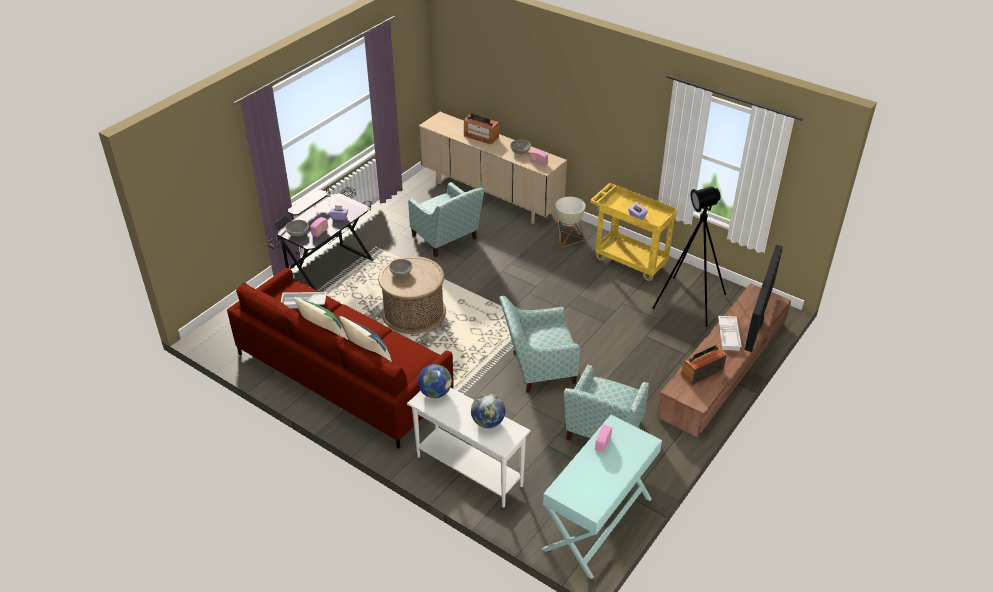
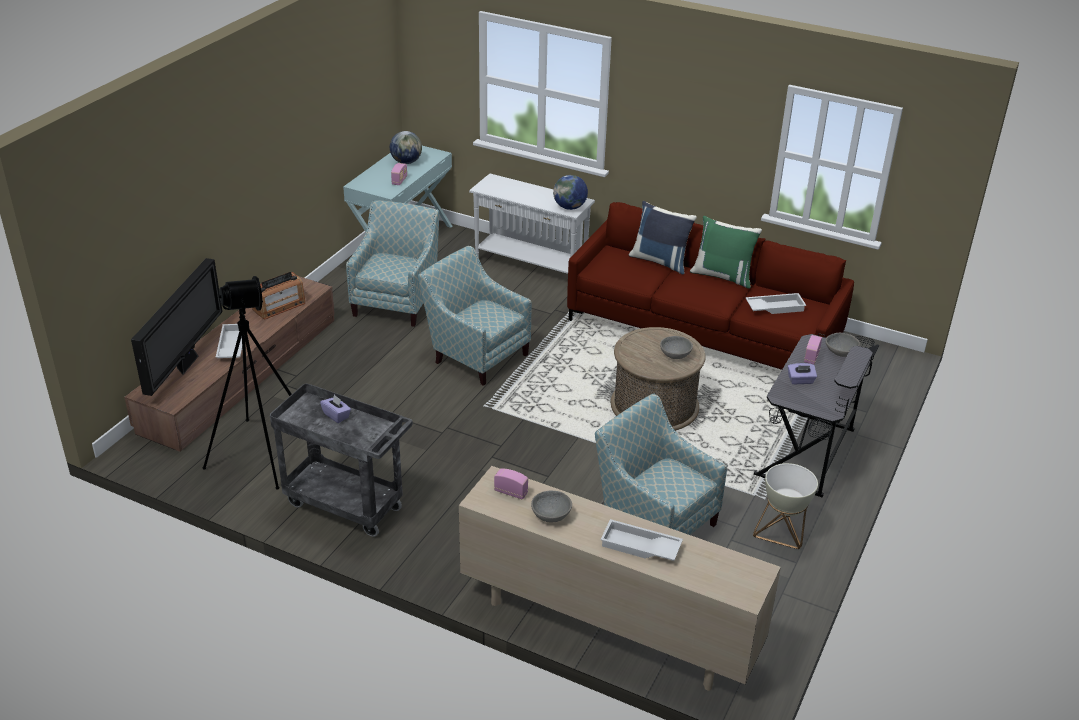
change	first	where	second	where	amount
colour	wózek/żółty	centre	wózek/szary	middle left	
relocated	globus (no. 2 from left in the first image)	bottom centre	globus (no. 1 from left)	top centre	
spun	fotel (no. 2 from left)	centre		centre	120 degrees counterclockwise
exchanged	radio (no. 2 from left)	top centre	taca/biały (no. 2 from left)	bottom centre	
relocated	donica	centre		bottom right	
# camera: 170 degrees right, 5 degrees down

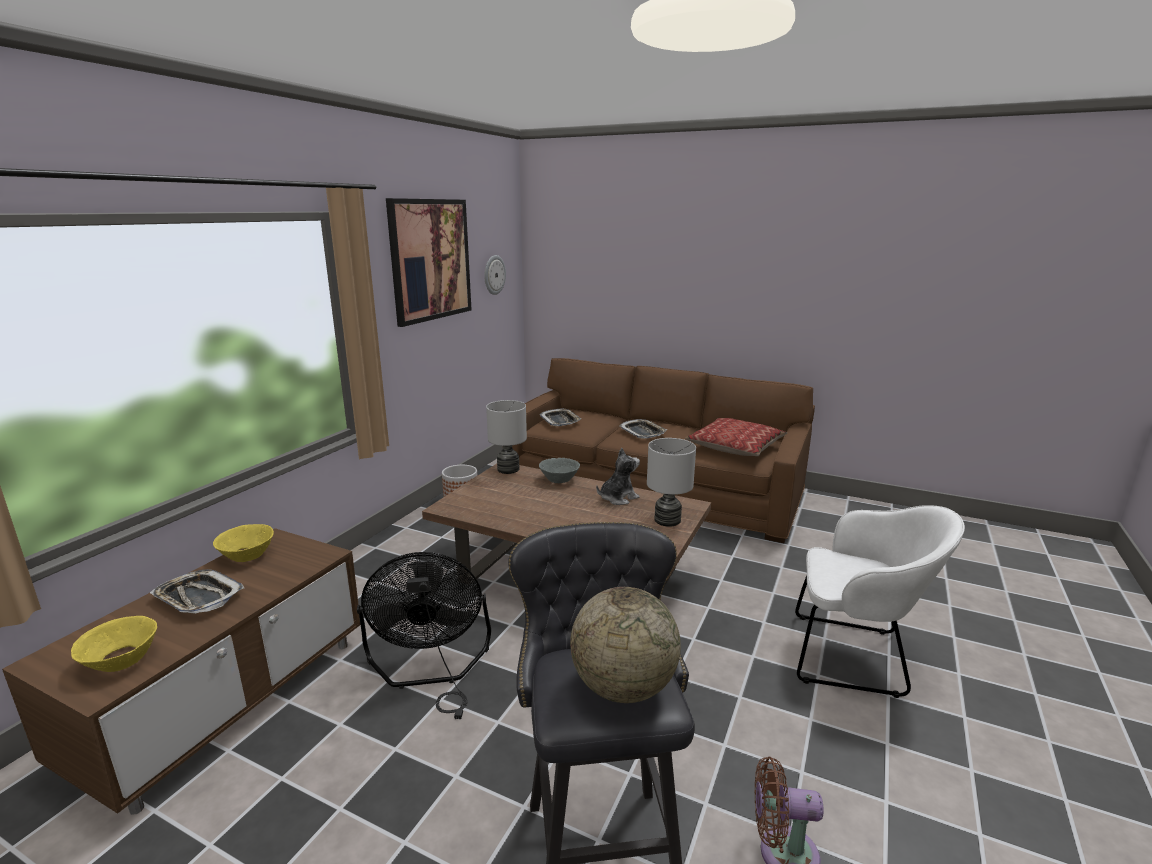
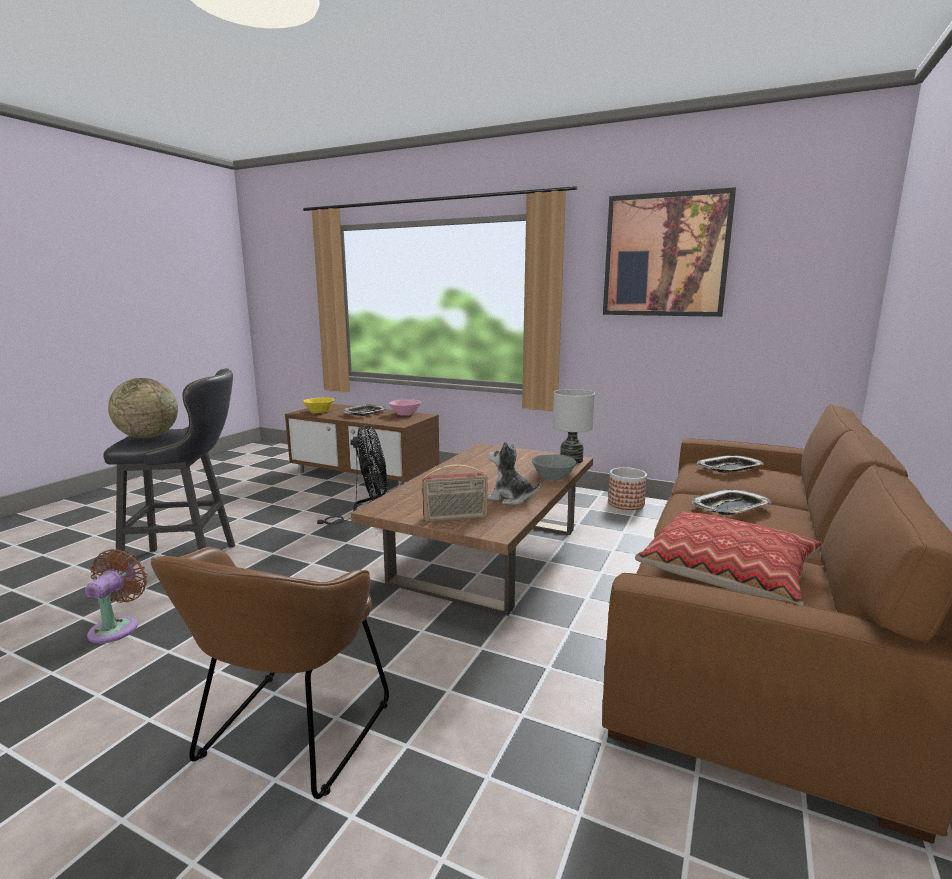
change	first	where	second	where	amount
colour	fotel/biały	bottom right	fotel/brązowy	bottom left	
colour	miska/żółty (no. 2 from left)	middle left	miska/różowy	centre	
exchanged	lampa stołowa/szary (no. 2 from left)	centre	radio	centre	
spun	pluszak	centre		centre	150 degrees clockwise
missing	zegar ścienny	top centre			
# camera: 90 degrees right, 5 degrees down

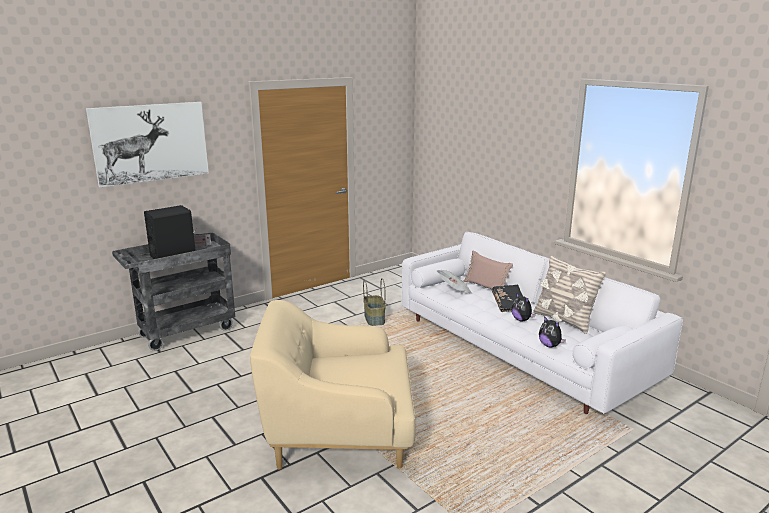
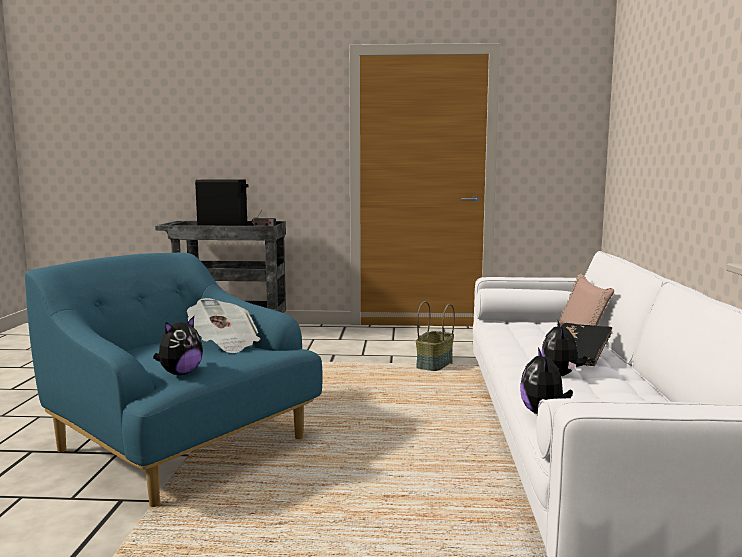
change	first	where	second	where	amount
colour	fotel/beżowy	bottom centre	fotel/niebieski	bottom left	
appeared			pluszak (no. 1 from left)	middle left	
relocated	gazeta	centre		middle left	
missing	obraz	top left			
missing	poduszka/beżowy (no. 2 from left)	middle right			
# camera: 40 degrees right, 10 degrees down

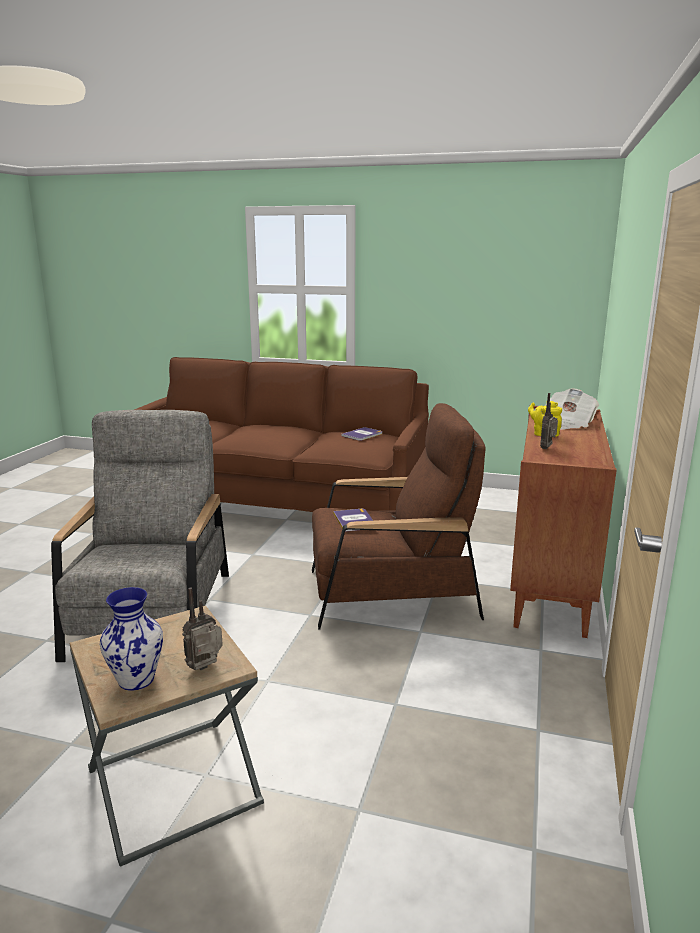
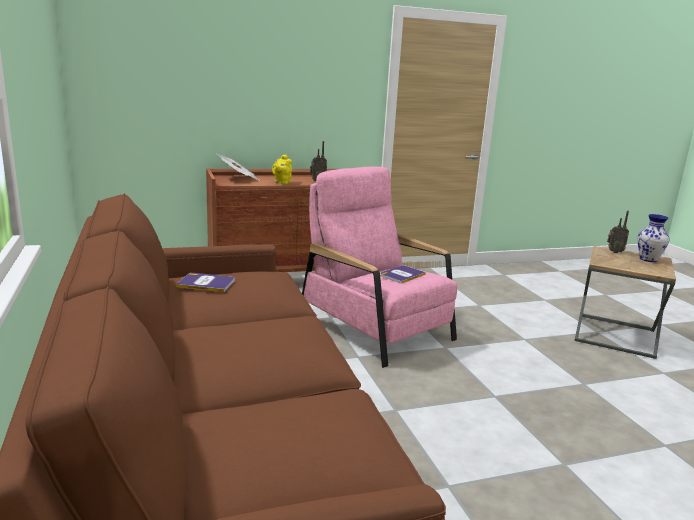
change	first	where	second	where	amount
colour	fotel/brązowy	centre	fotel/różowy	centre	
missing	fotel/szary	middle left			
# camera: 125 degrees left, 0 degrees up

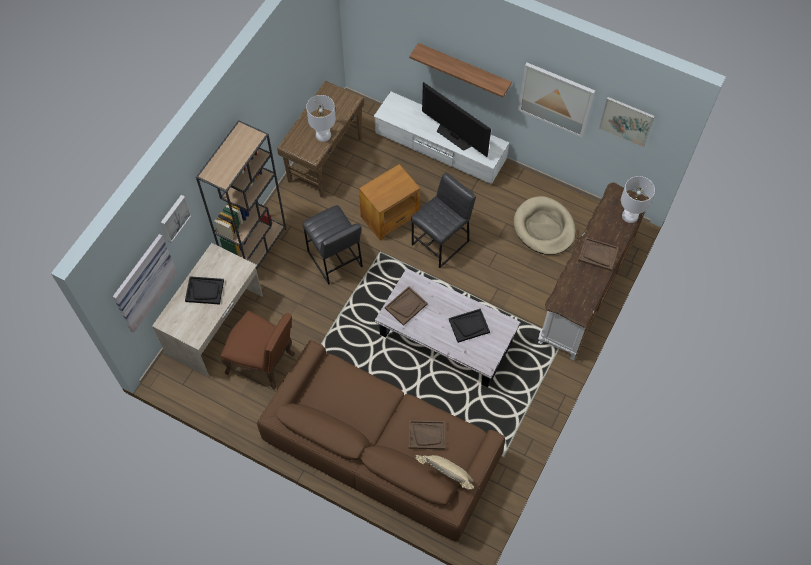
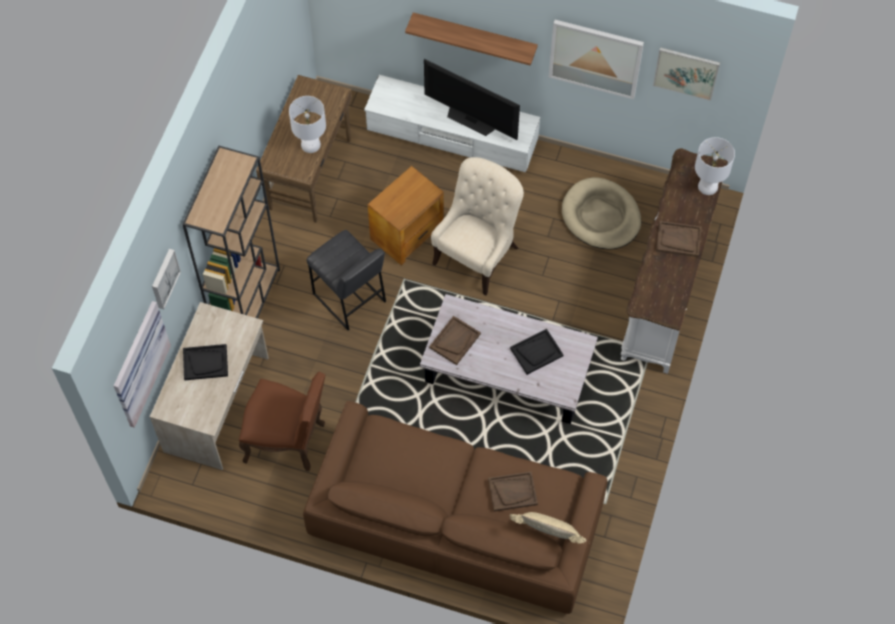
change	first	where	second	where	amount
exchanged	stołek/szary (no. 2 from left)	centre	fotel/beżowy	centre	
# camera: 10 degrees left, 0 degrees up

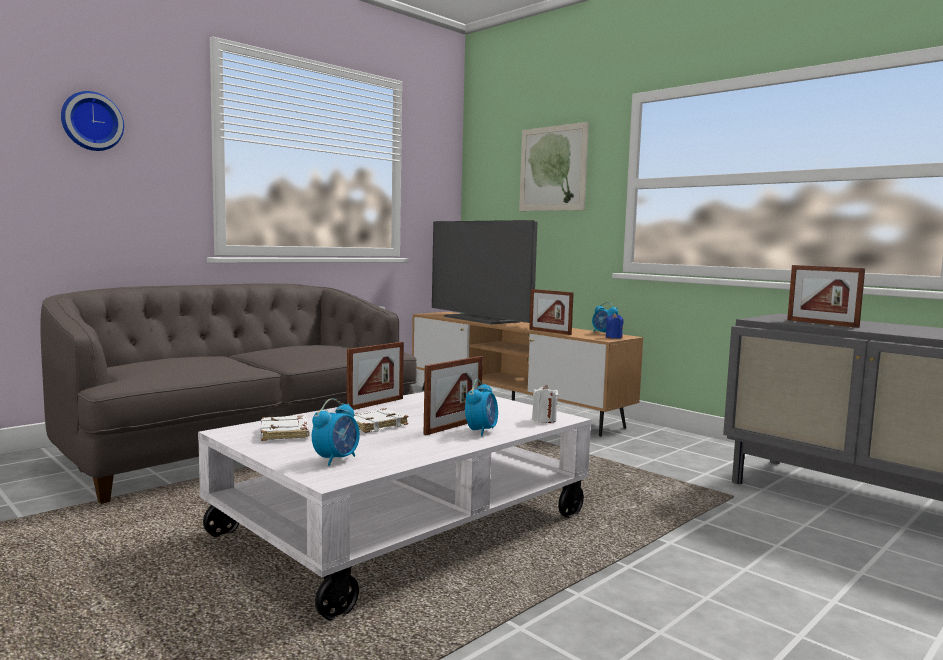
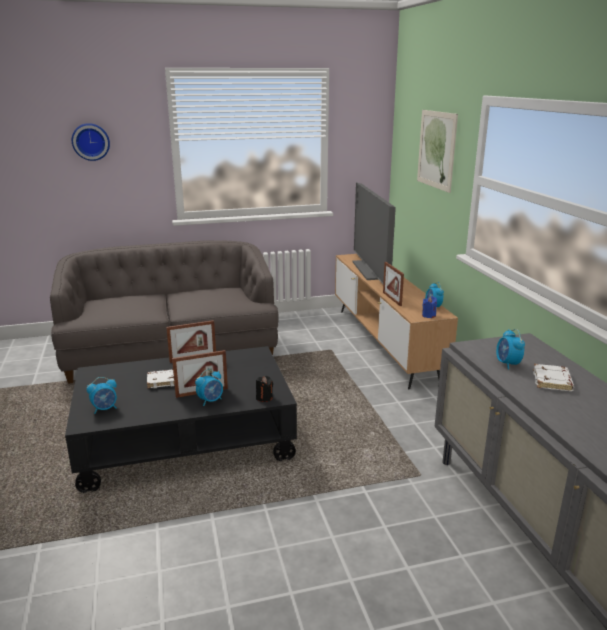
change	first	where	second	where	amount
colour	ława/biały	bottom centre	ława/czarny	middle left	
colour	świeca/biały	centre	świeca/czarny	centre	
exchanged	ramka na zdjęcie (no. 4 from left)	middle right	budzik (no. 4 from left)	middle right	
relocated	książka/biały (no. 1 from left in the first image)	middle left	książka/biały (no. 2 from left)	middle right	
# camera: 30 degrees right, 15 degrees up

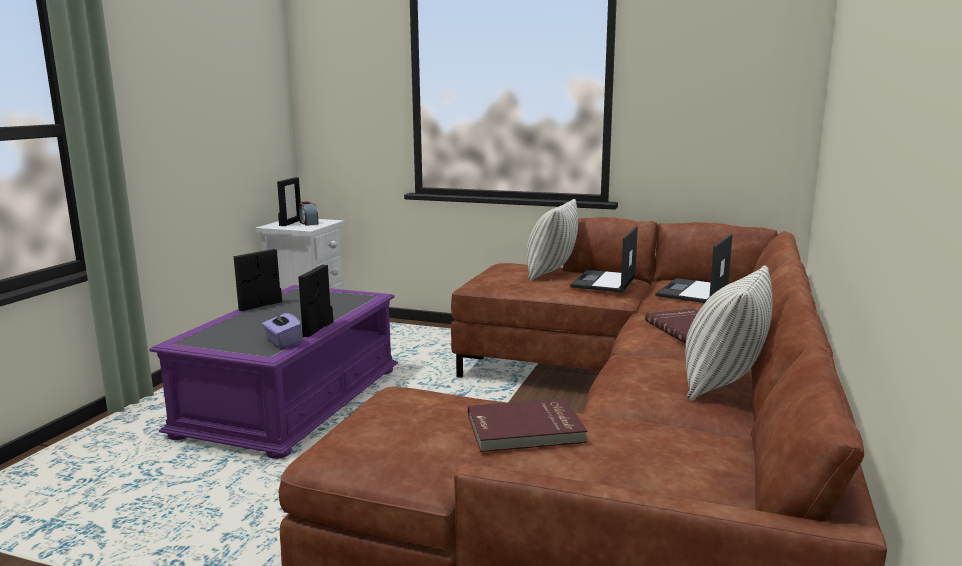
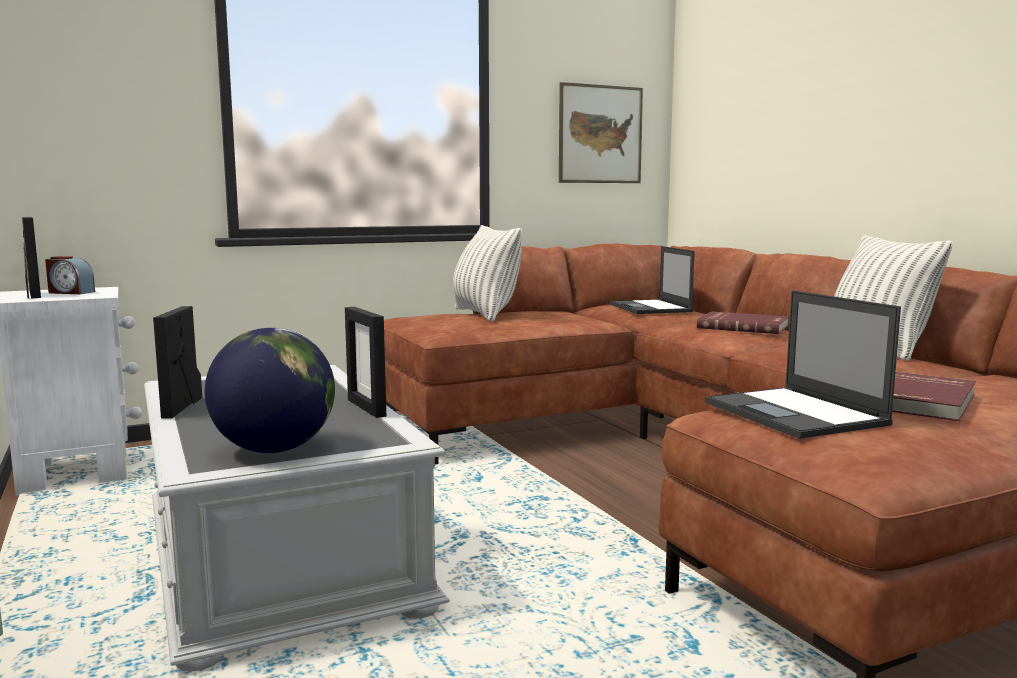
change	first	where	second	where	amount
colour	ława/fioletowy	middle left	ława/biały	bottom left	
appeared			globus	middle left	
appeared			obraz	top centre	
relocated	laptop (no. 1 from left in the first image)	centre	laptop (no. 2 from left)	middle right	
missing	pudełko chusteczek/fioletowy	middle left			
# camera: 45 degrees left, 5 degrees down

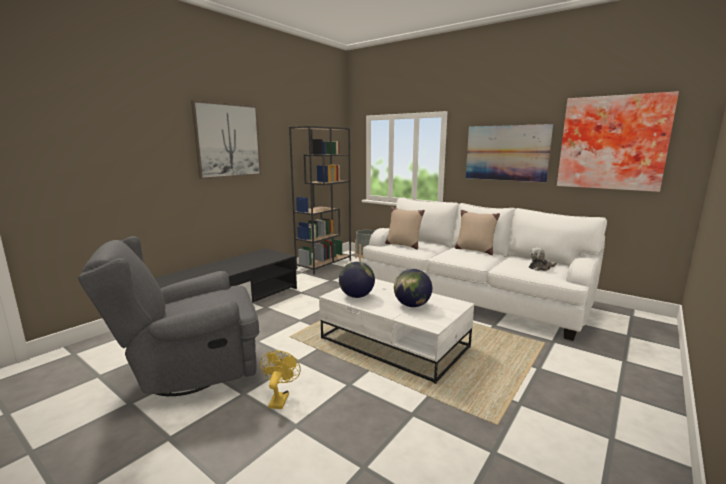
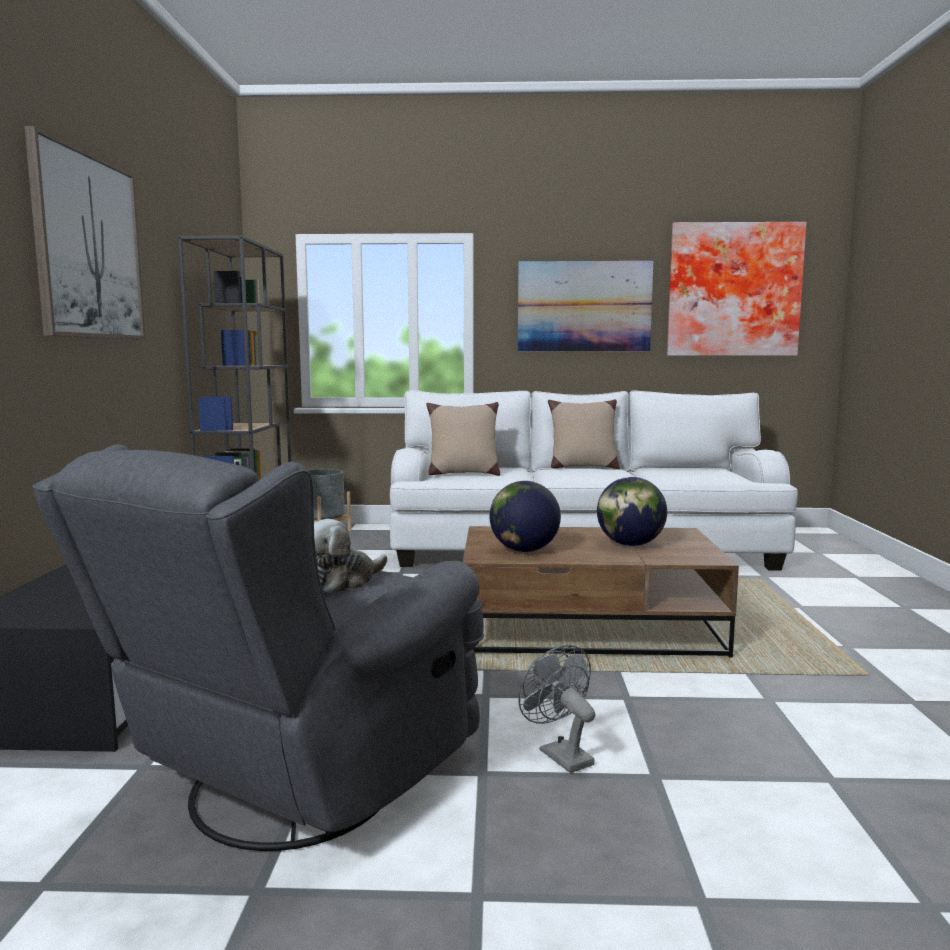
change	first	where	second	where	amount
relocated	pluszak	middle right		centre	
colour	ława/biały	bottom centre	ława/brązowy	centre	
colour	wentylator/żółty	bottom centre	wentylator/szary	bottom centre	
# camera: 35 degrees left, 5 degrees down

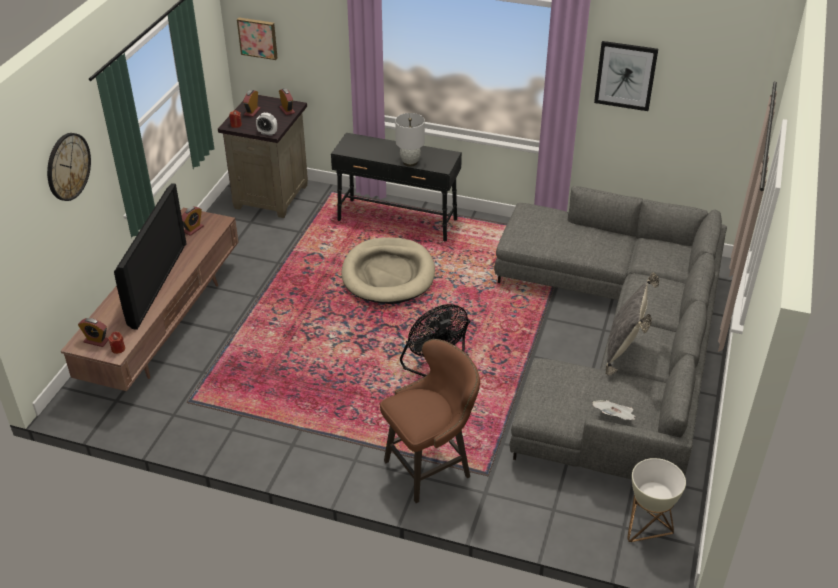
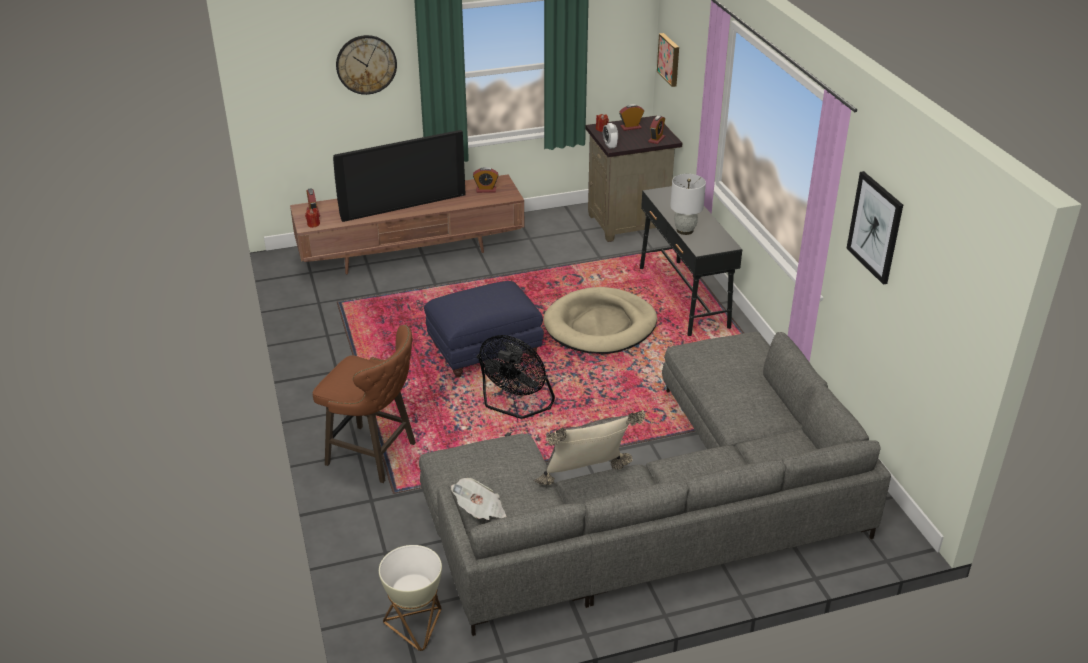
change	first	where	second	where	amount
appeared			pufa/niebieski	centre	
# camera: 55 degrees right, 5 degrees down

